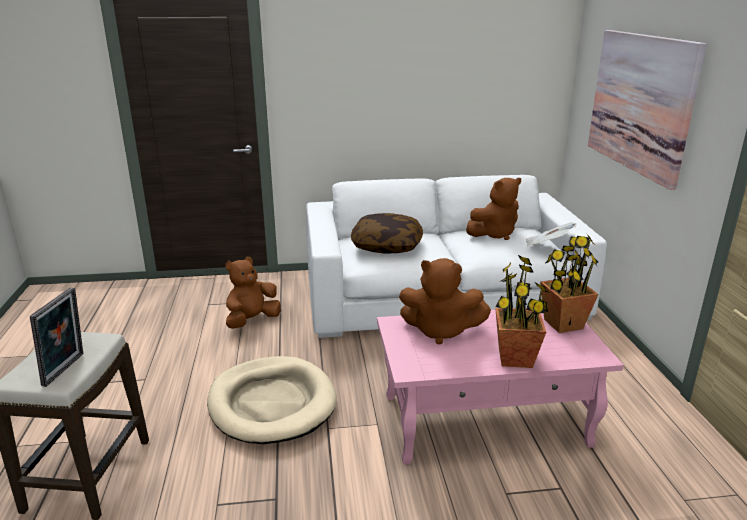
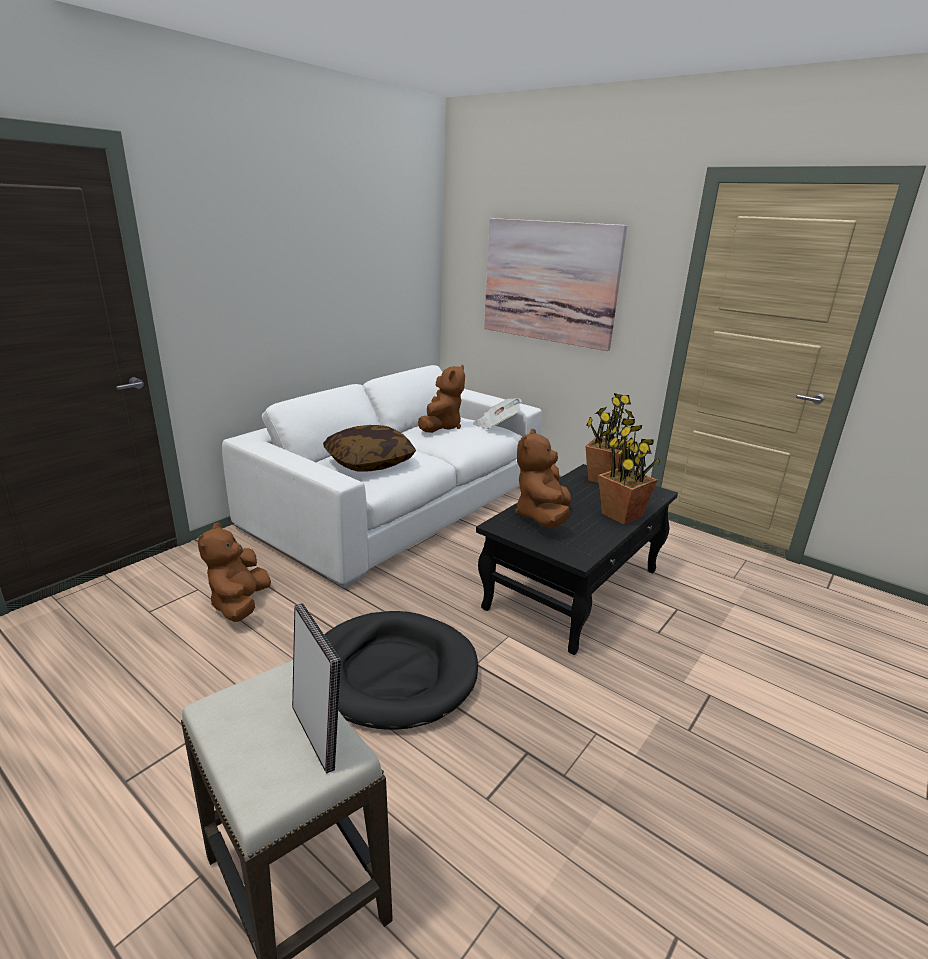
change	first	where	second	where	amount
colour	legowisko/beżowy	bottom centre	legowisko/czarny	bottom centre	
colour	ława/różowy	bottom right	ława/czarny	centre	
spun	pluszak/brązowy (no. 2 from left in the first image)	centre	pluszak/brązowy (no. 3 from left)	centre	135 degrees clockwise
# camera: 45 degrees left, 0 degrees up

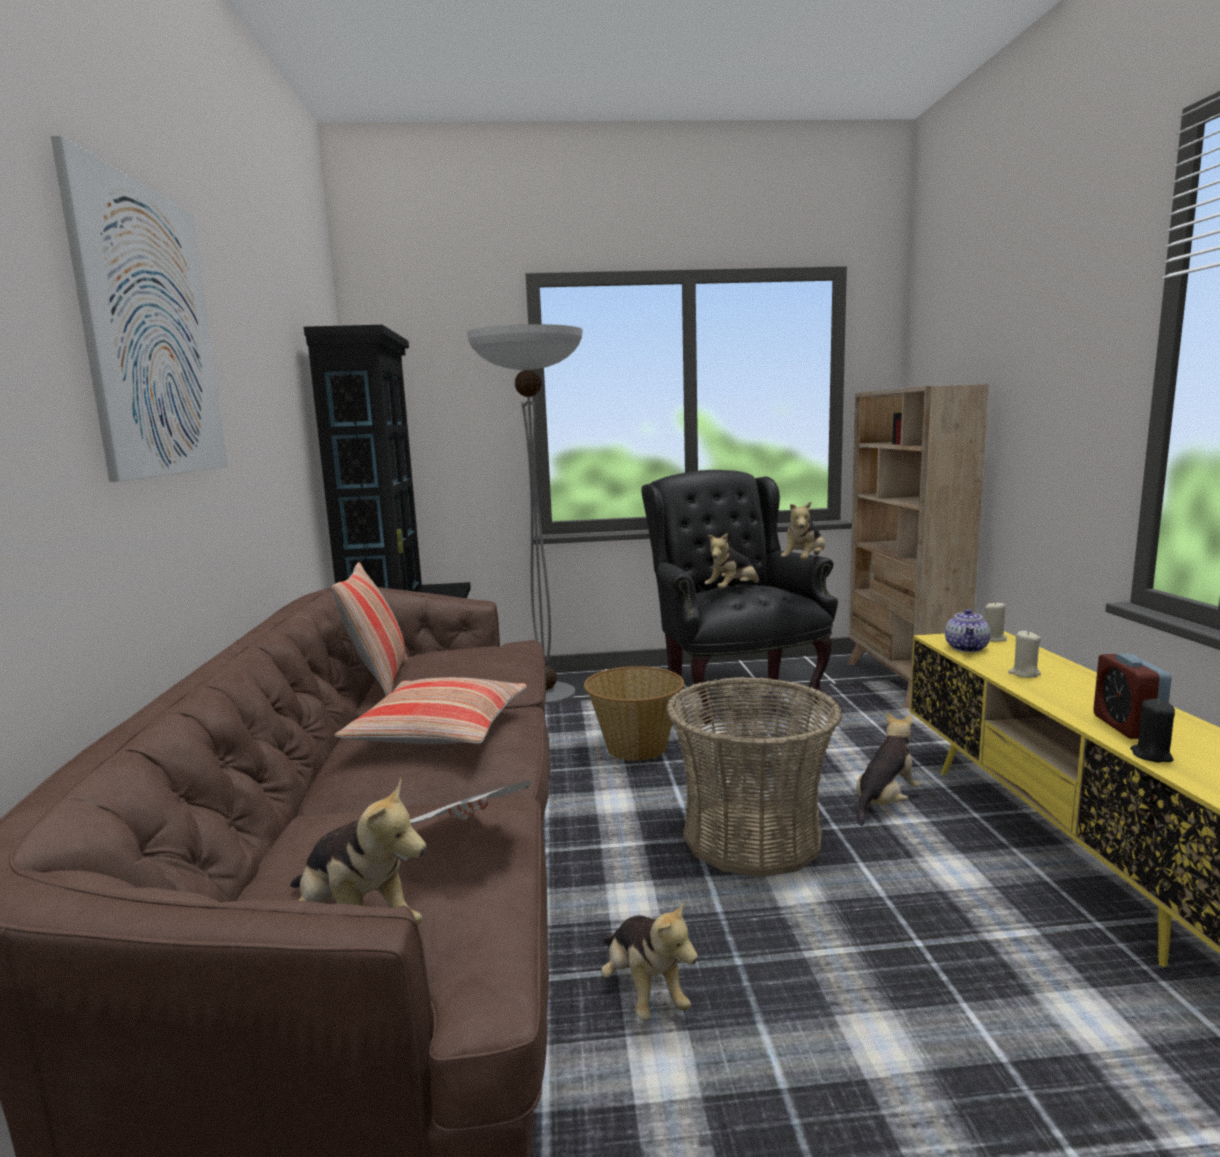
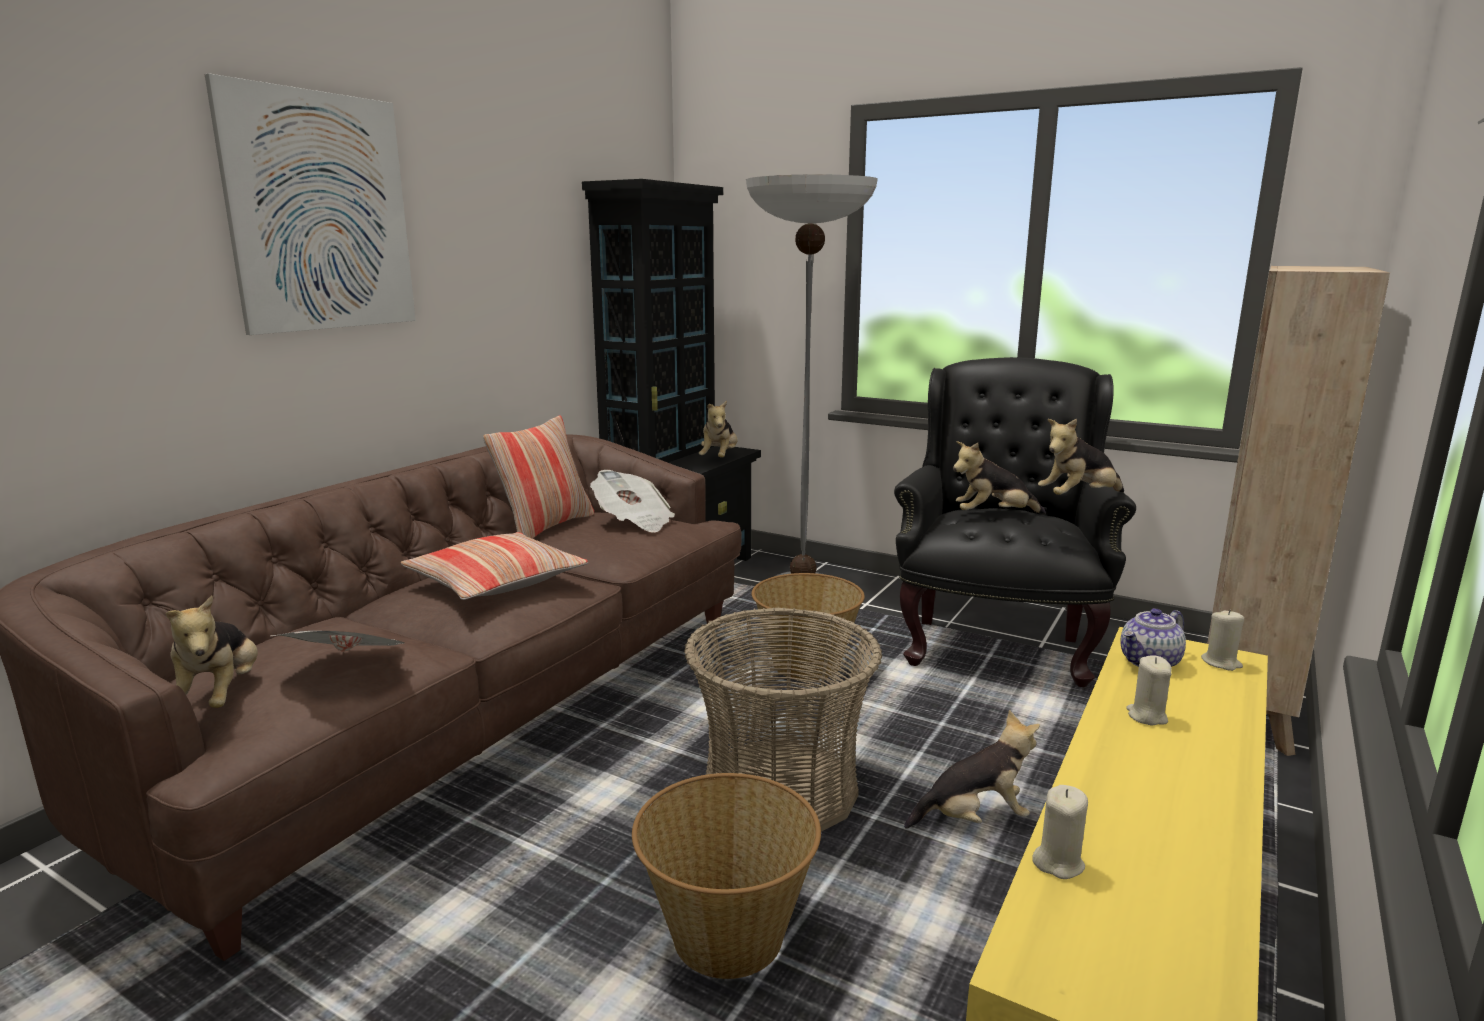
change	first	where	second	where	amount
appeared			gazeta (no. 2 from left)	centre	
appeared			koszyk (no. 1 from left)	bottom centre	
relocated	pluszak (no. 2 from left)	bottom centre		centre	
colour	świeca/czarny	middle right	świeca/beżowy (no. 1 from left)	bottom right	
missing	budzik	middle right			
# camera: 35 degrees right, 5 degrees up

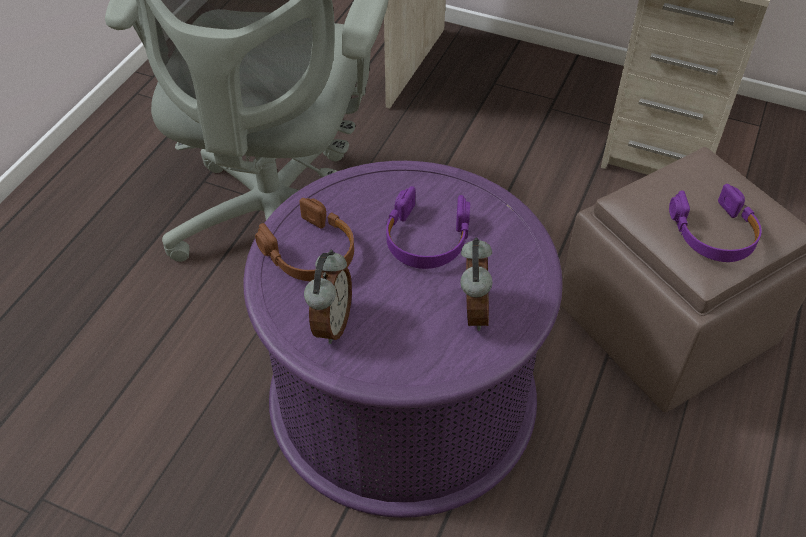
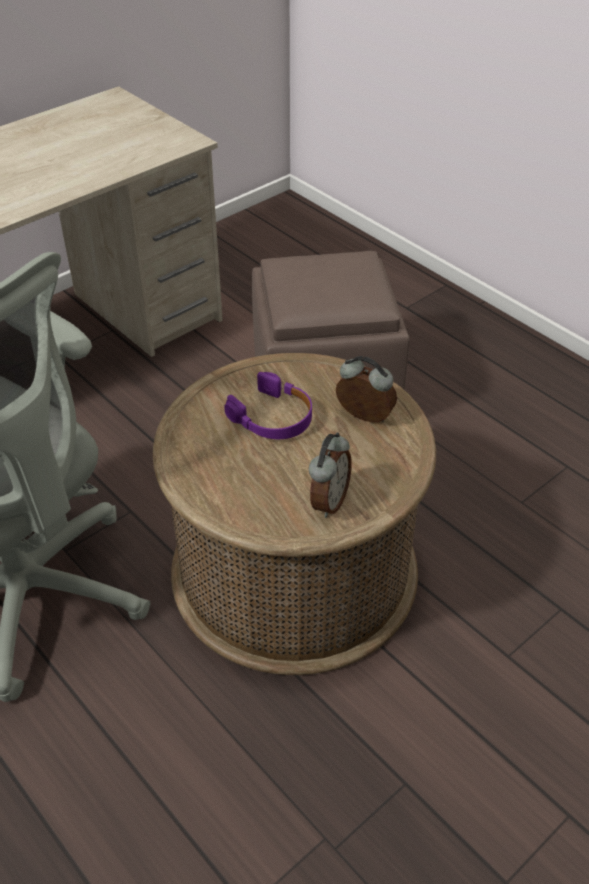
change	first	where	second	where	amount
colour	ława/fioletowy	centre	ława/brązowy	centre	
spun	budzik (no. 1 from left)	centre		centre	75 degrees clockwise
missing	słuchawki/brązowy	centre			
missing	słuchawki/fioletowy (no. 2 from left)	middle right			
# camera: 65 degrees left, 5 degrees down

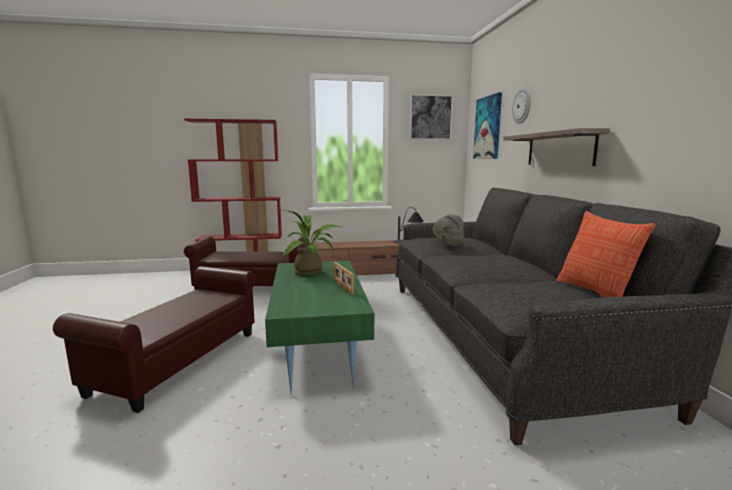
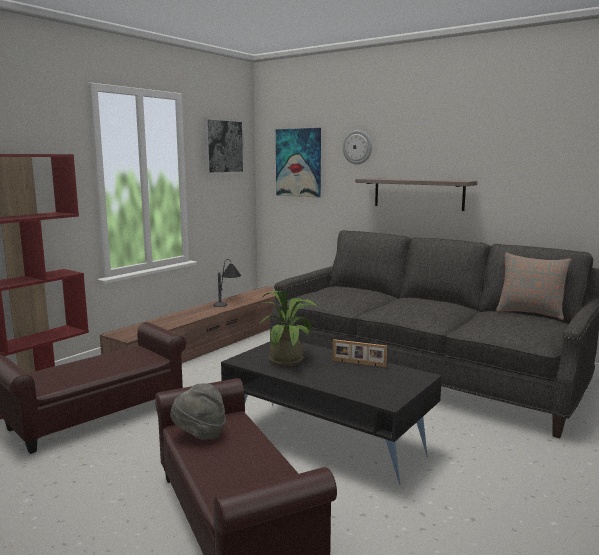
change	first	where	second	where	amount
relocated	kapelusz/szary	centre		bottom left	
colour	ława/zielony	bottom centre	ława/czarny	bottom centre	
colour	poduszka/pomarańczowy	middle right	poduszka/szary	middle right	
# camera: 45 degrees left, 0 degrees up

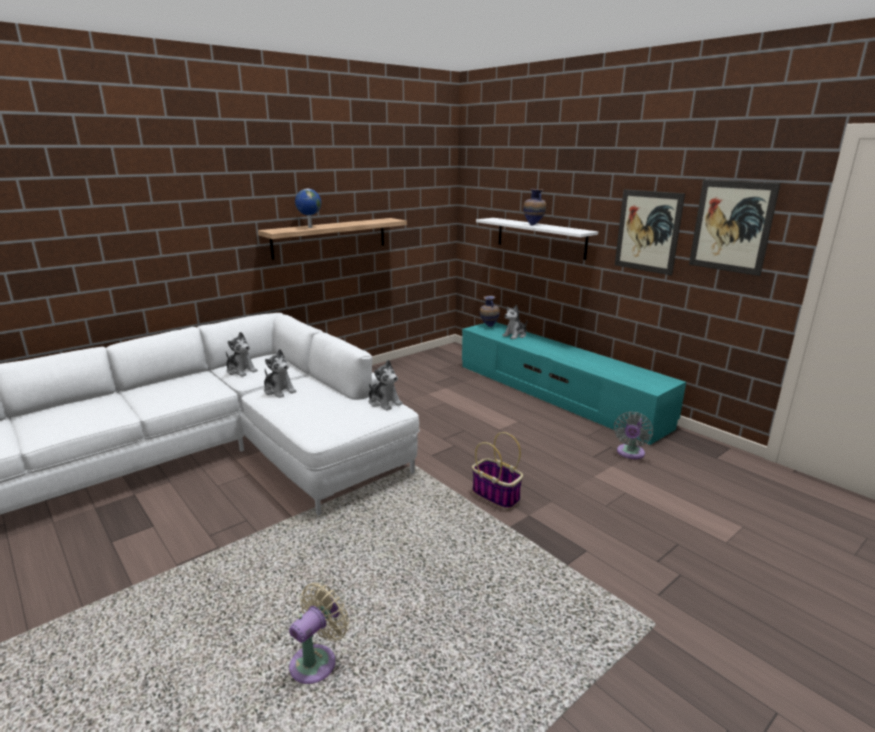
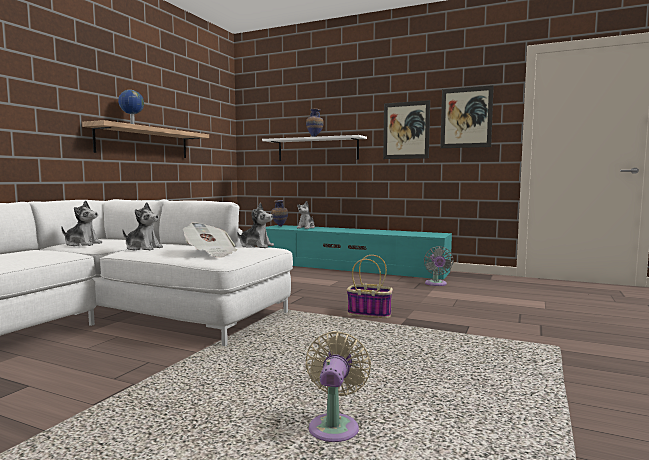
change	first	where	second	where	amount
appeared			gazeta	middle left	
# camera: 25 degrees left, 15 degrees down

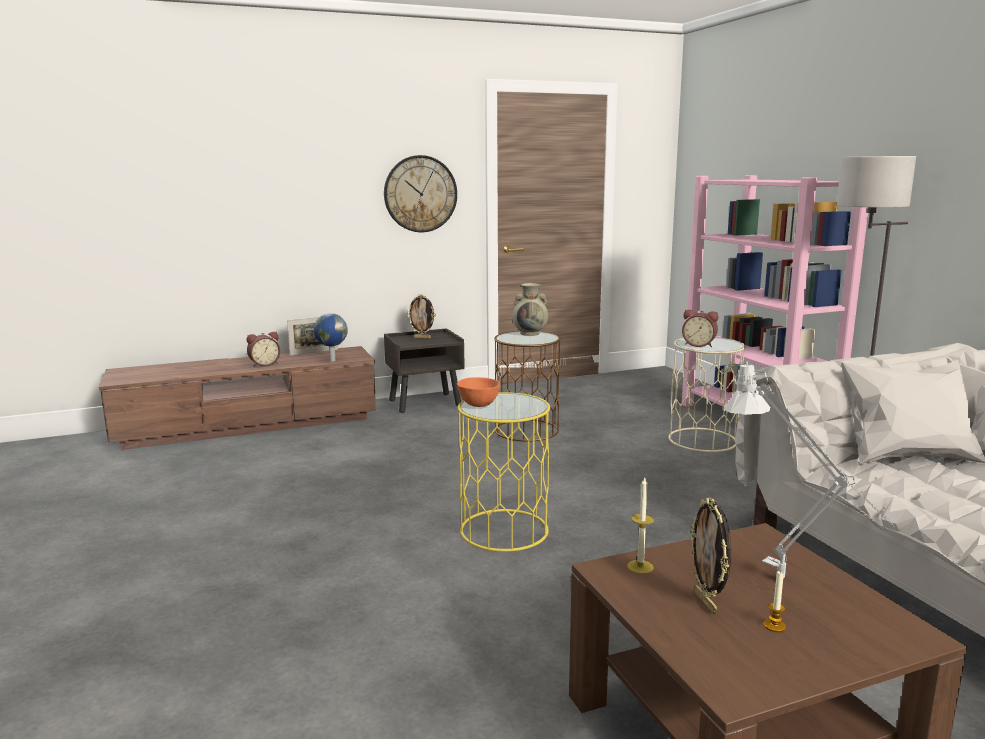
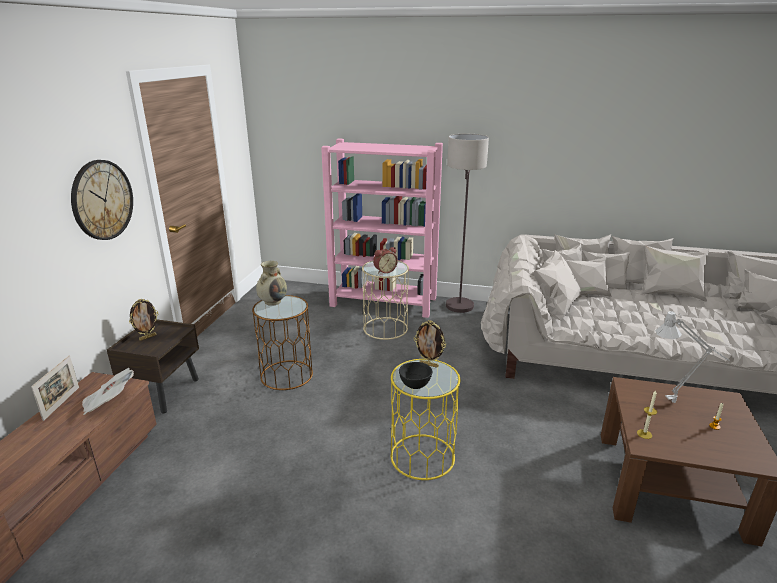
change	first	where	second	where	amount
exchanged	globus	centre	gazeta	bottom left	
colour	miska/pomarańczowy	centre	miska/czarny	centre	
relocated	ramka na zdjęcie (no. 3 from left)	bottom right		centre	
missing	budzik (no. 1 from left)	middle left			
# camera: 55 degrees left, 10 degrees up

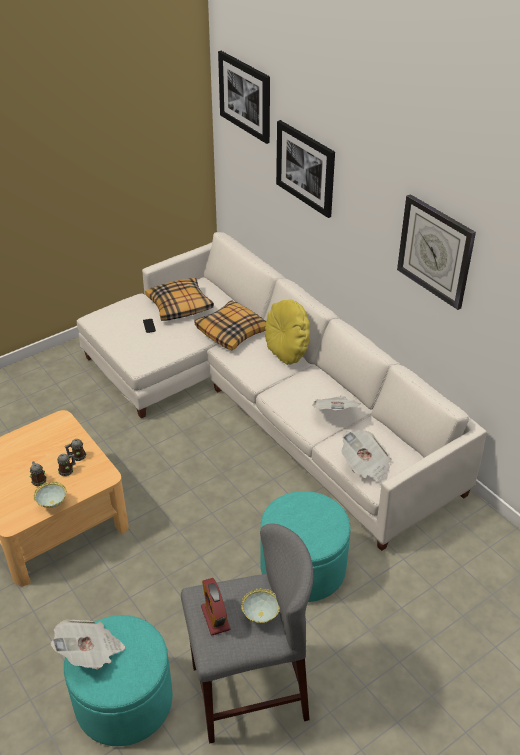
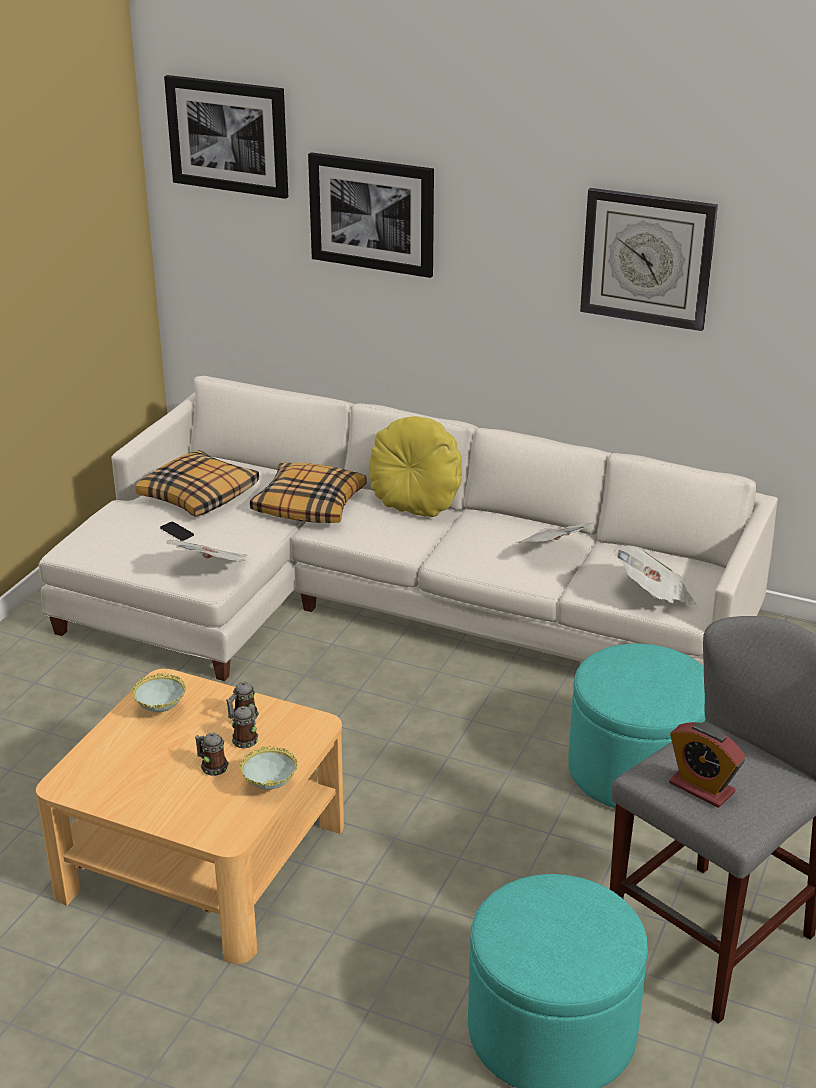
change	first	where	second	where	amount
relocated	miska (no. 2 from left in the first image)	bottom centre	miska (no. 1 from left)	middle left	
relocated	gazeta (no. 1 from left)	bottom left		middle left	
# camera: 30 degrees left, 10 degrees down

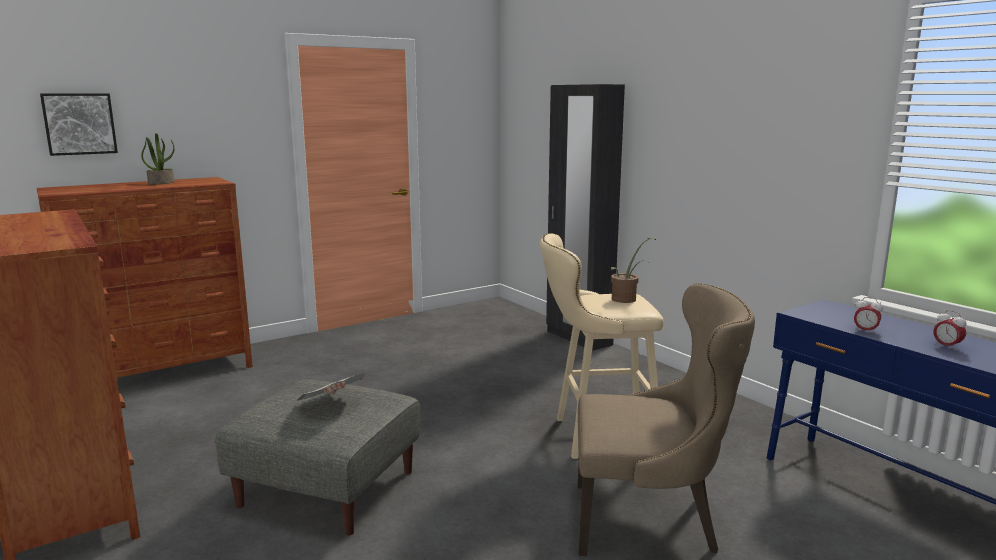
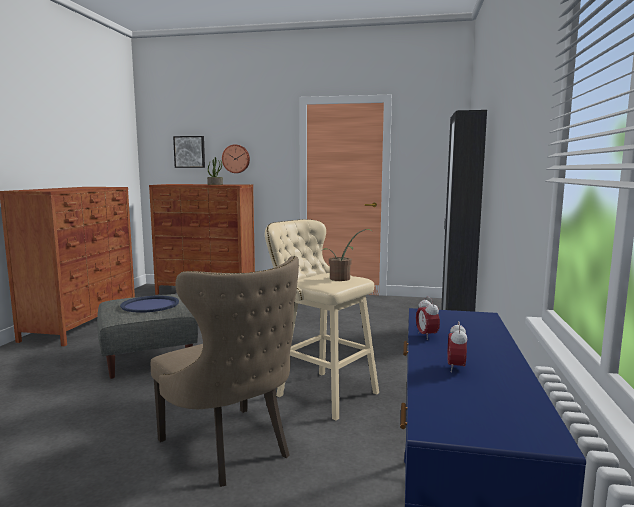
change	first	where	second	where	amount
exchanged	gazeta	bottom left	taca/niebieski	middle left	
appeared			zegar ścienny	top centre	
# camera: 45 degrees right, 5 degrees down

